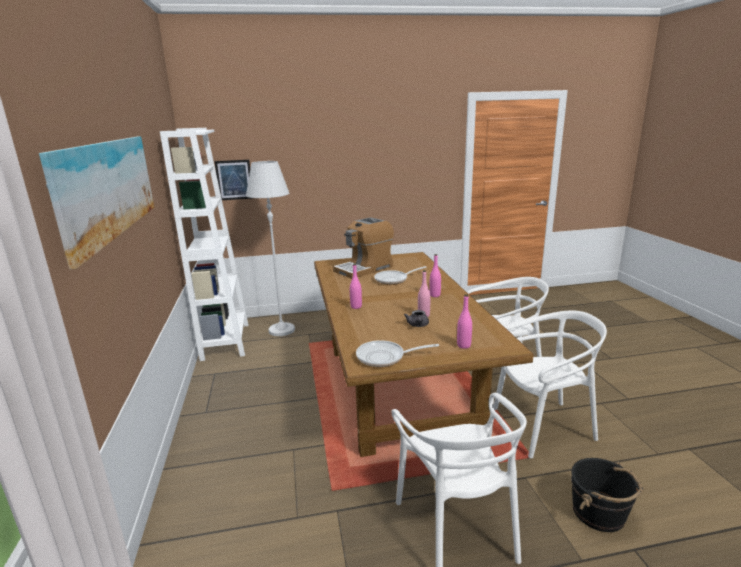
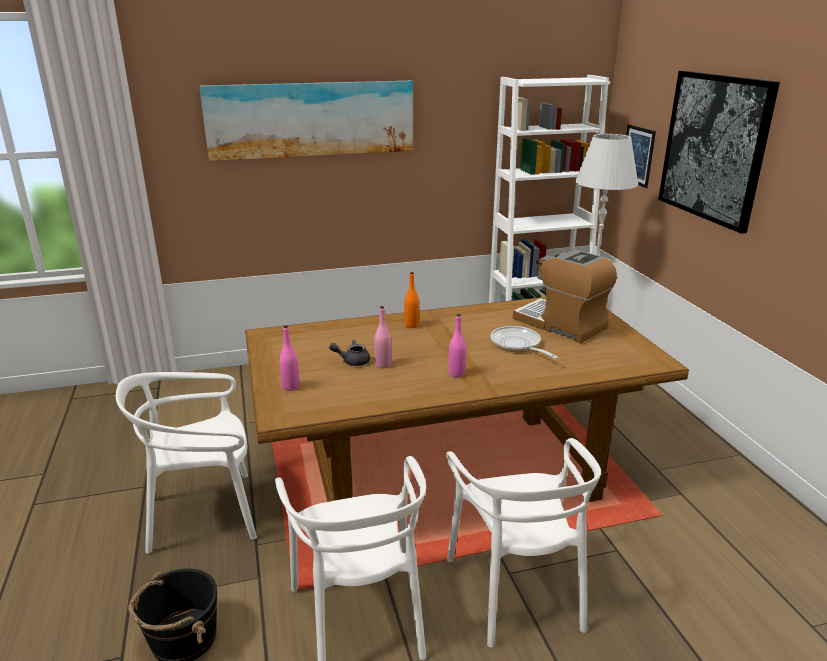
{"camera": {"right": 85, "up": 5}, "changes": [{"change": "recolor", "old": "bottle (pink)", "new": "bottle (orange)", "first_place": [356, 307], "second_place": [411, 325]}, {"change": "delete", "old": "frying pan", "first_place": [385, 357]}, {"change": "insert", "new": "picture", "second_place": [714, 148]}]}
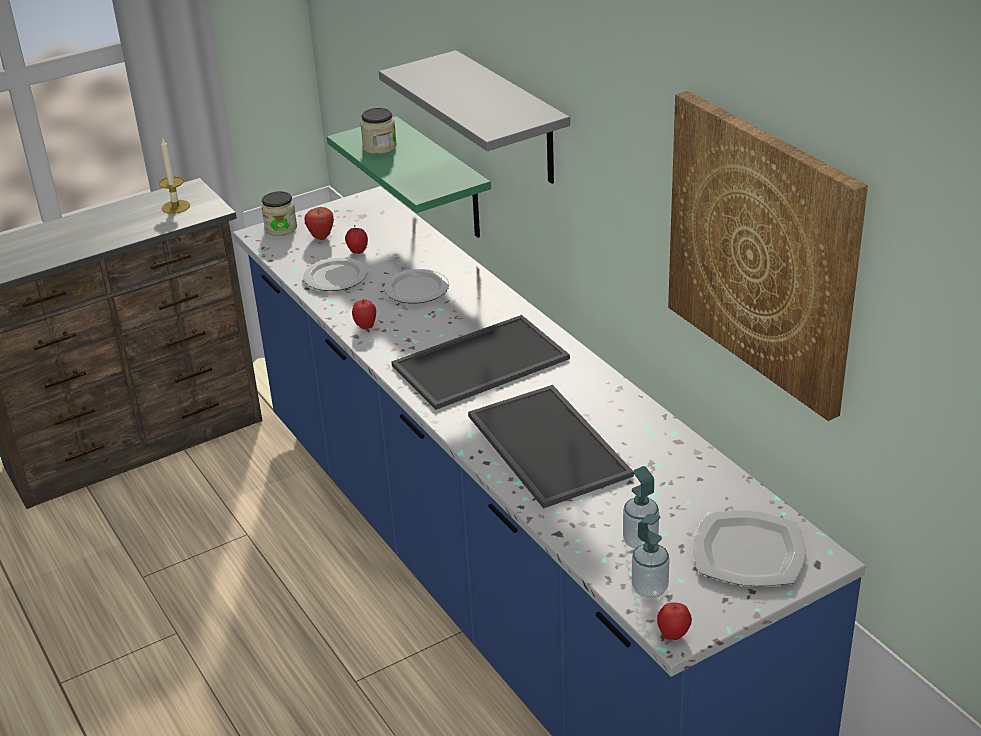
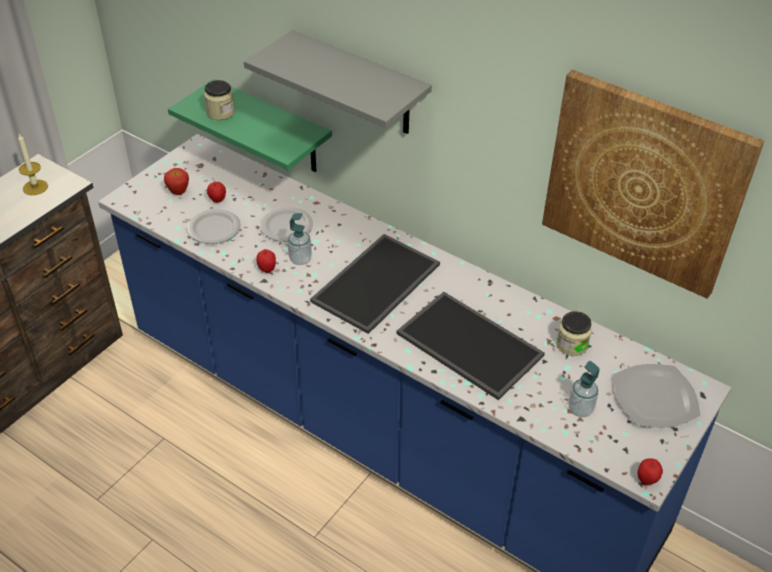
{"camera": {"right": -25, "up": 10}, "changes": [{"change": "move", "old": "jar", "first_place": [281, 228], "second_place": [571, 345]}, {"change": "move", "old": "soap dispenser", "first_place": [649, 589], "second_place": [300, 259]}]}
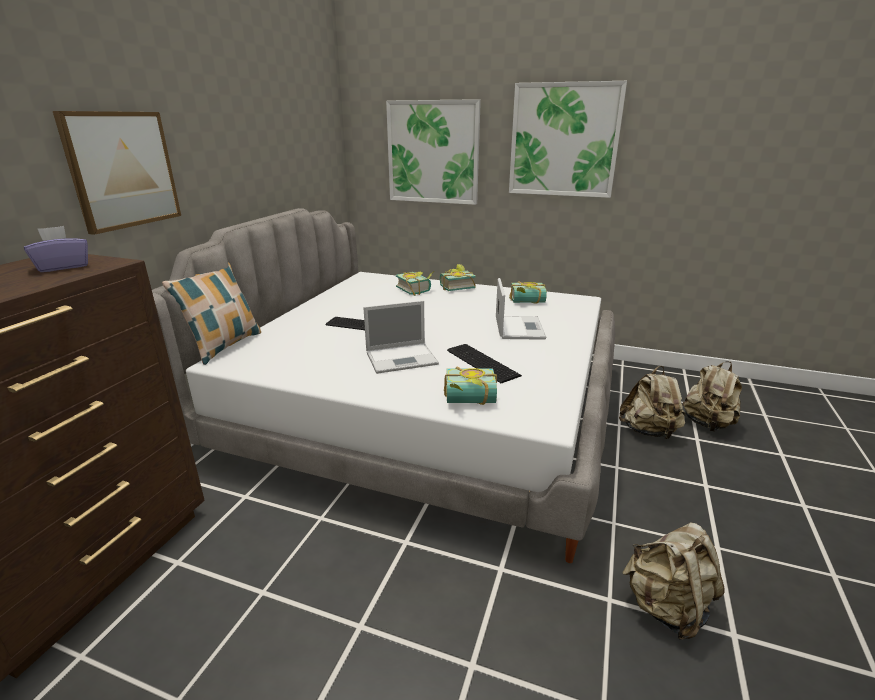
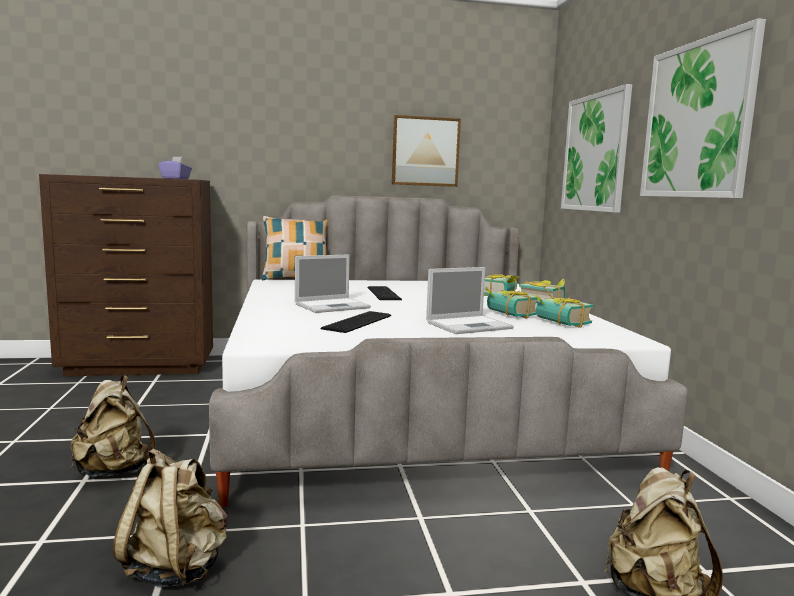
{"camera": {"right": 60, "up": -15}, "changes": [{"change": "move", "old": "picture", "first_place": [122, 170], "second_place": [425, 151]}, {"change": "rotate", "old": "laptop", "first_place": [403, 358], "second_place": [333, 306], "degrees": -75}, {"change": "move", "old": "backpack (beige)", "first_place": [649, 431], "second_place": [114, 471]}, {"change": "move", "old": "book", "first_place": [470, 401], "second_place": [508, 315]}]}
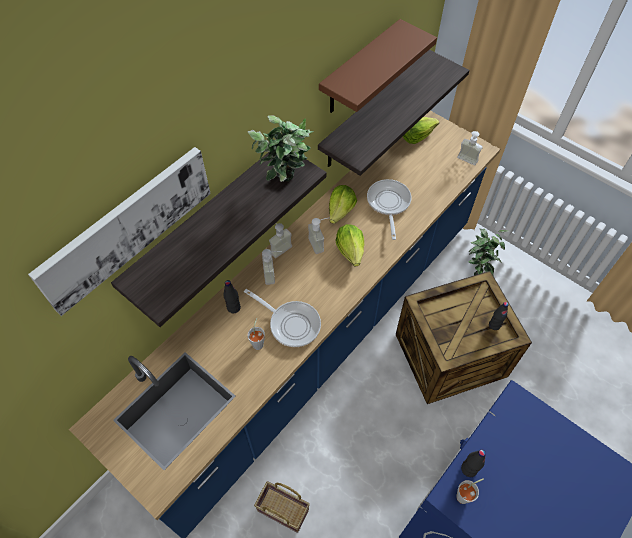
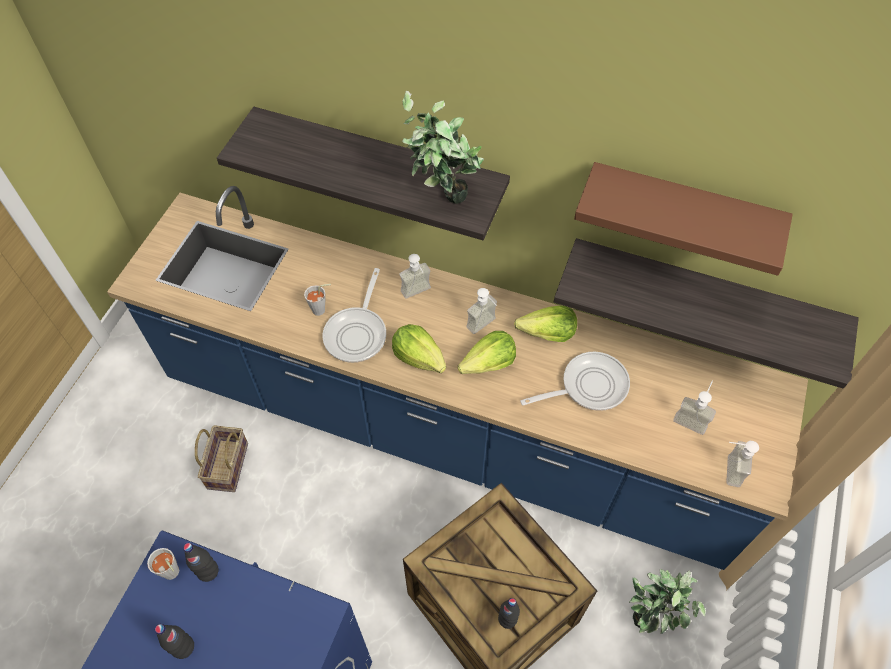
{"camera": {"right": 70, "up": 0}, "changes": [{"change": "move", "old": "lettuce", "first_place": [417, 136], "second_place": [419, 357]}, {"change": "delete", "old": "picture", "first_place": [126, 226]}, {"change": "move", "old": "soap dispenser", "first_place": [278, 247], "second_place": [692, 418]}, {"change": "move", "old": "bottle (black)", "first_place": [233, 308], "second_place": [183, 647]}]}
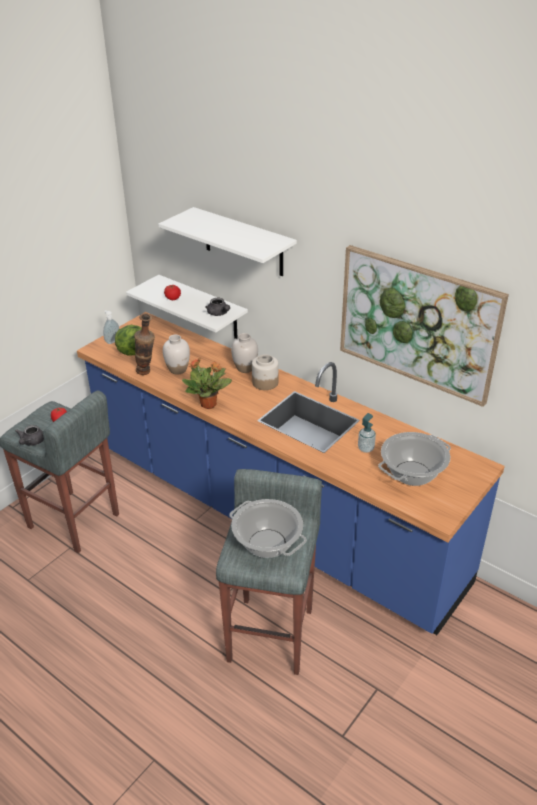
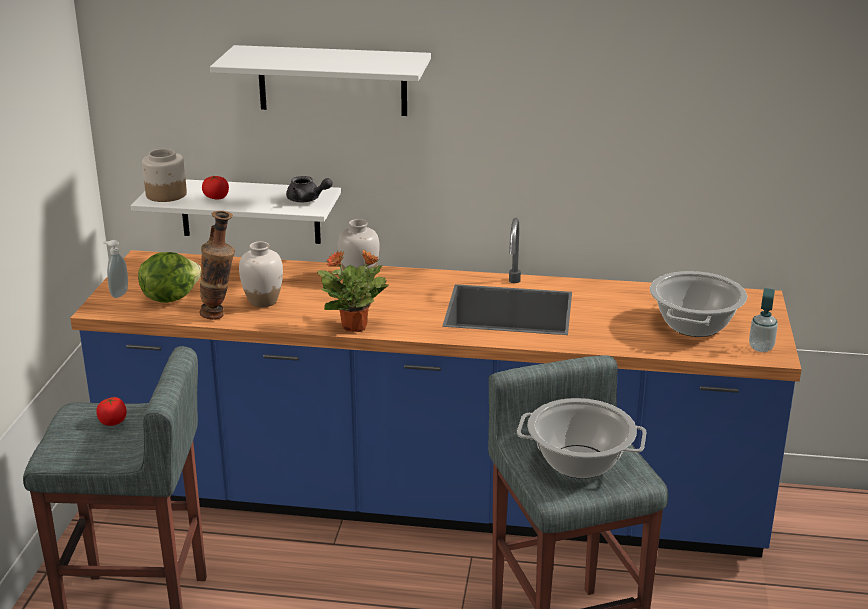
{"camera": {"right": -30, "up": -10}, "changes": [{"change": "delete", "old": "picture", "first_place": [418, 323]}, {"change": "move", "old": "jar", "first_place": [264, 382], "second_place": [165, 194]}, {"change": "move", "old": "soap dispenser", "first_place": [365, 448], "second_place": [761, 348]}, {"change": "delete", "old": "teapot (grey)", "first_place": [31, 442]}]}
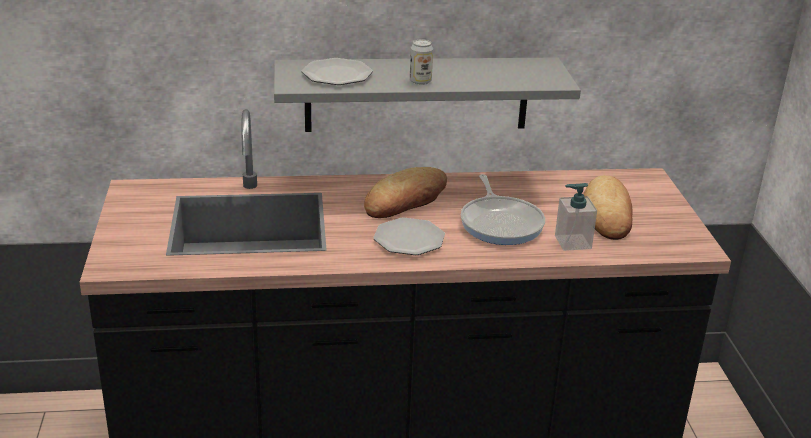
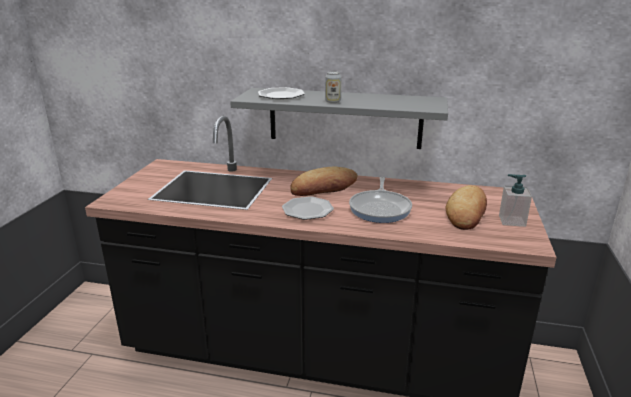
{"camera": {"right": 20, "up": -5}, "changes": [{"change": "move", "old": "soap dispenser", "first_place": [572, 242], "second_place": [511, 221]}]}
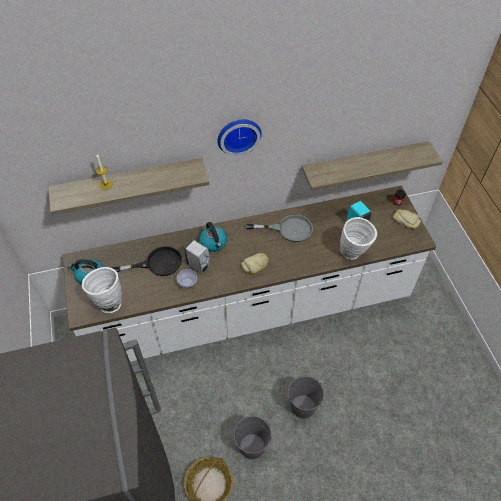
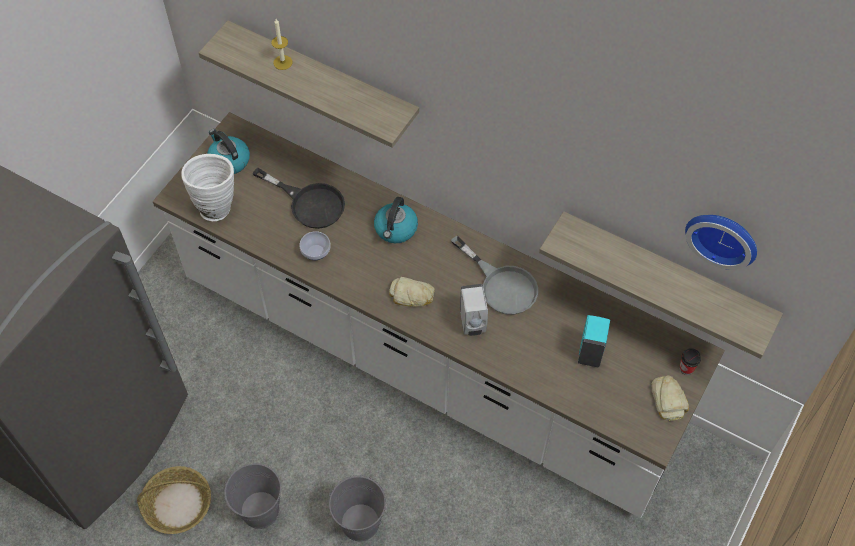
{"camera": {"right": 45, "up": 5}, "changes": [{"change": "move", "old": "wall clock", "first_place": [238, 134], "second_place": [723, 236]}, {"change": "delete", "old": "vase (white)", "first_place": [354, 254]}, {"change": "move", "old": "soap dispenser (white)", "first_place": [199, 266], "second_place": [472, 323]}]}
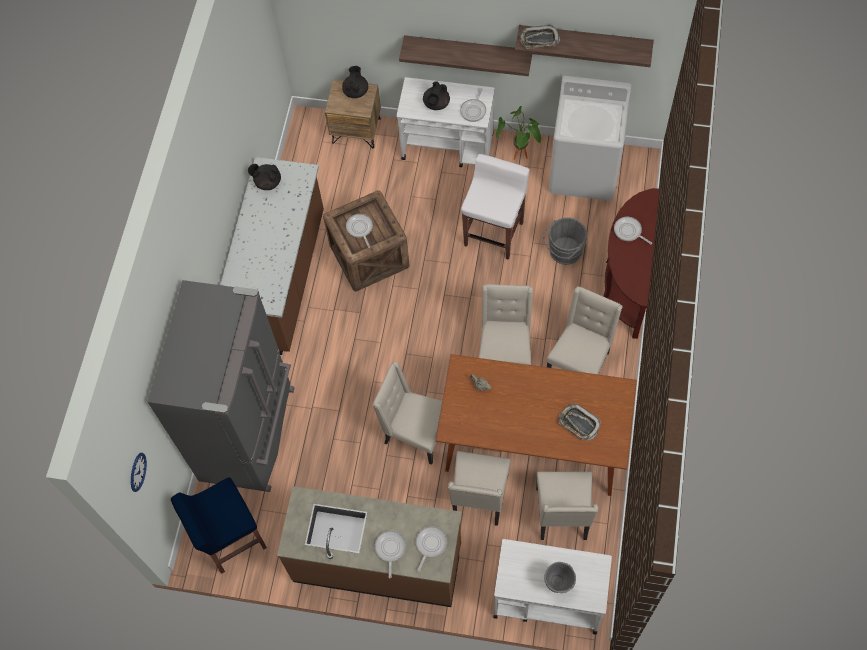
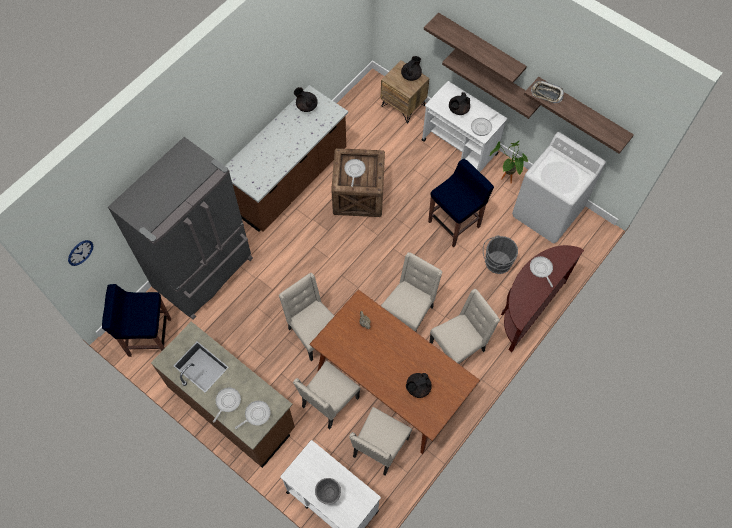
{"camera": {"right": 25, "up": 0}, "changes": [{"change": "recolor", "old": "stool (white)", "new": "stool (blue)", "first_place": [494, 233], "second_place": [455, 223]}, {"change": "replace", "old": "tray", "new": "teapot (black)", "first_place": [578, 423], "second_place": [417, 388]}, {"change": "insert", "new": "shelf", "second_place": [480, 46]}]}
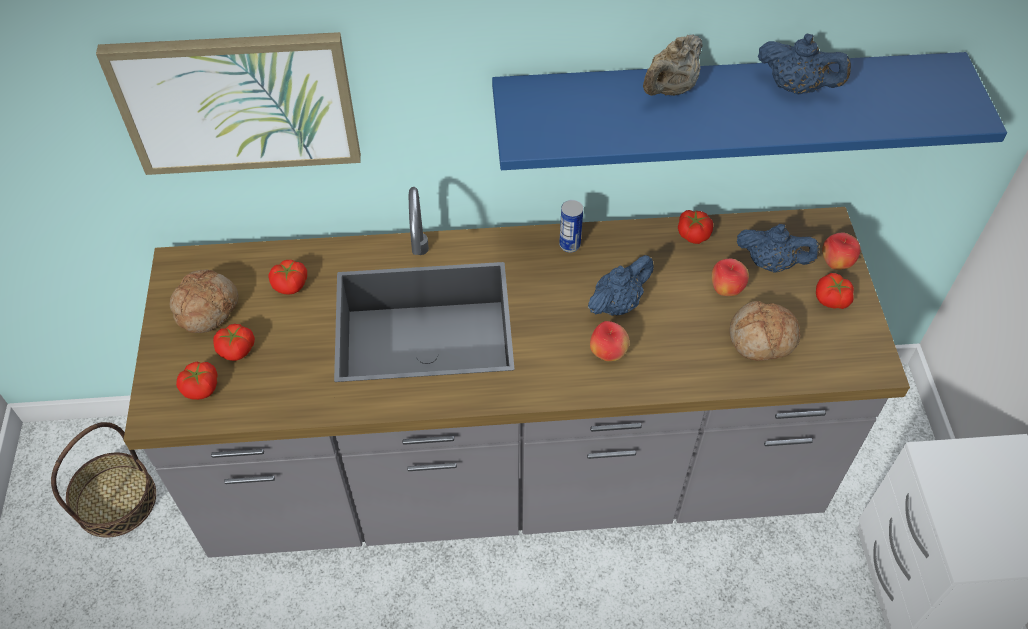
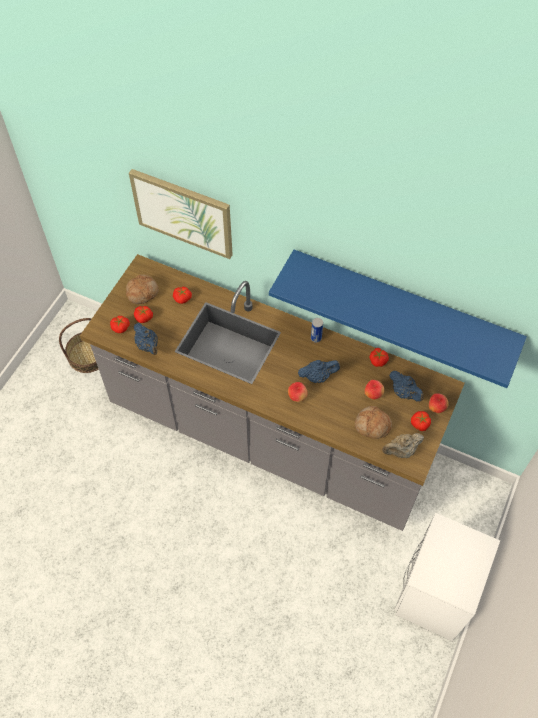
{"camera": {"right": 30, "up": 5}, "changes": [{"change": "move", "old": "teapot (beige)", "first_place": [670, 89], "second_place": [401, 451]}, {"change": "move", "old": "teapot (blue)", "first_place": [796, 88], "second_place": [148, 346]}]}
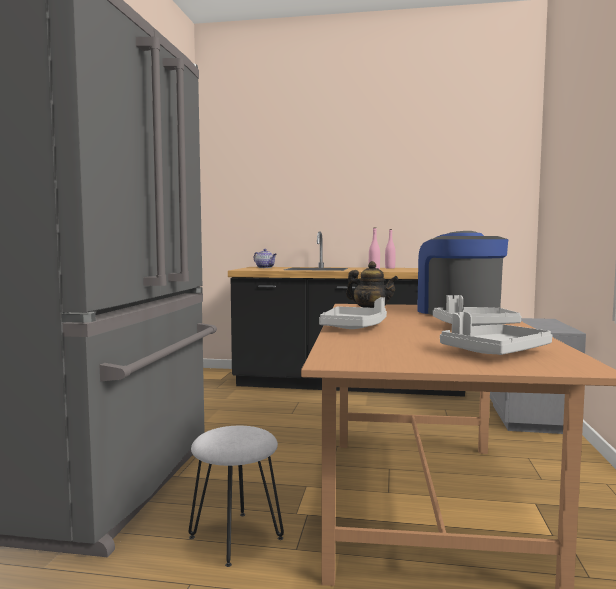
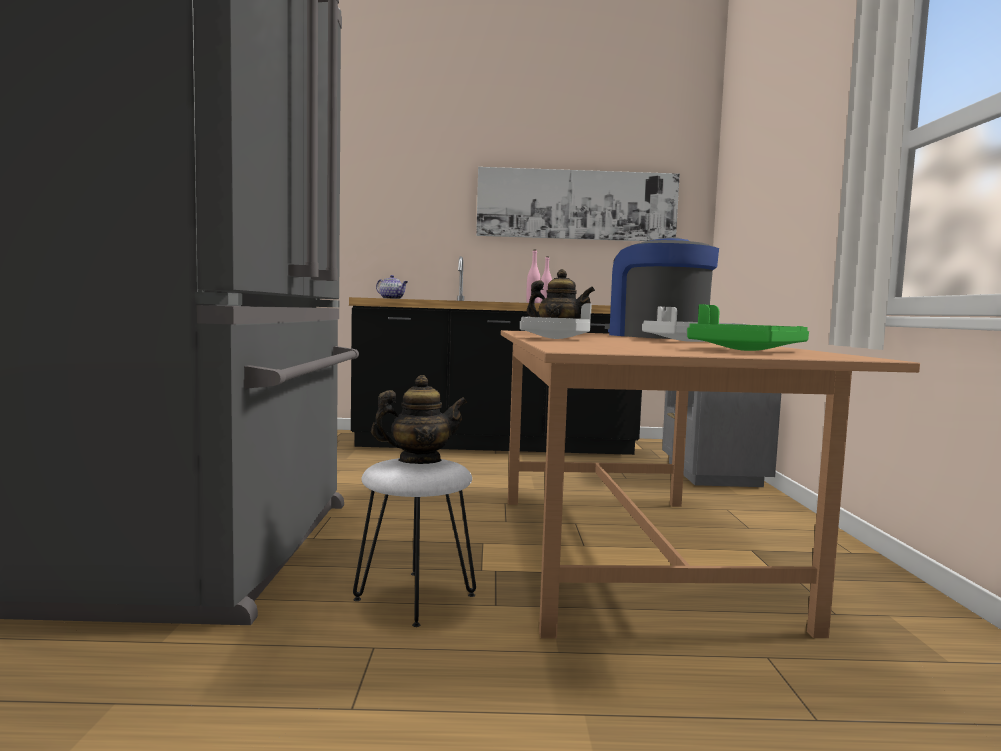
{"camera": {"right": -10, "up": 0}, "changes": [{"change": "recolor", "old": "tray (grey)", "new": "tray (green)", "first_place": [494, 352], "second_place": [747, 350]}, {"change": "insert", "new": "picture", "second_place": [577, 205]}, {"change": "insert", "new": "teapot", "second_place": [419, 461]}]}
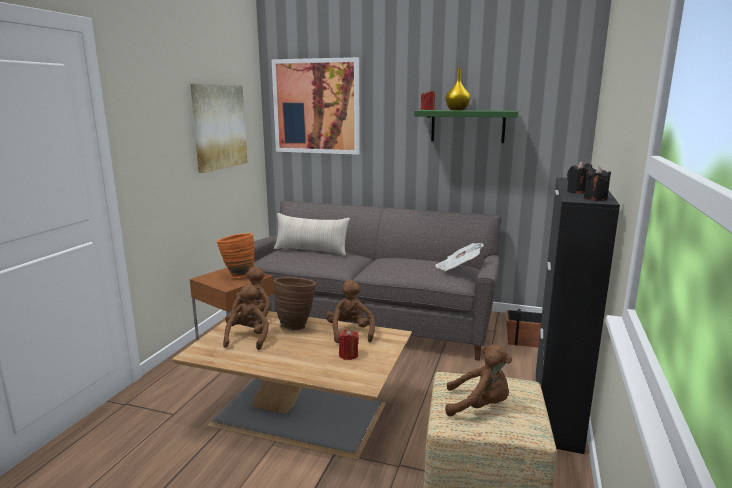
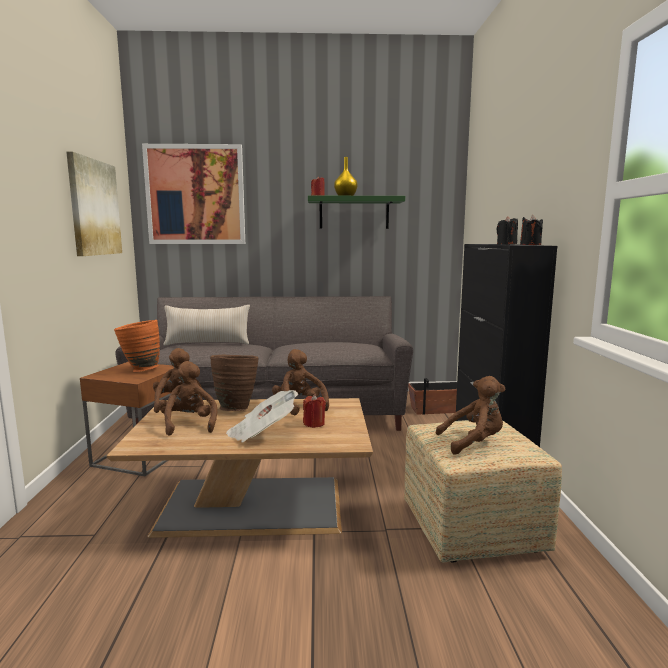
{"camera": {"right": -20, "up": -5}, "changes": [{"change": "move", "old": "newspaper", "first_place": [457, 268], "second_place": [262, 433]}]}
